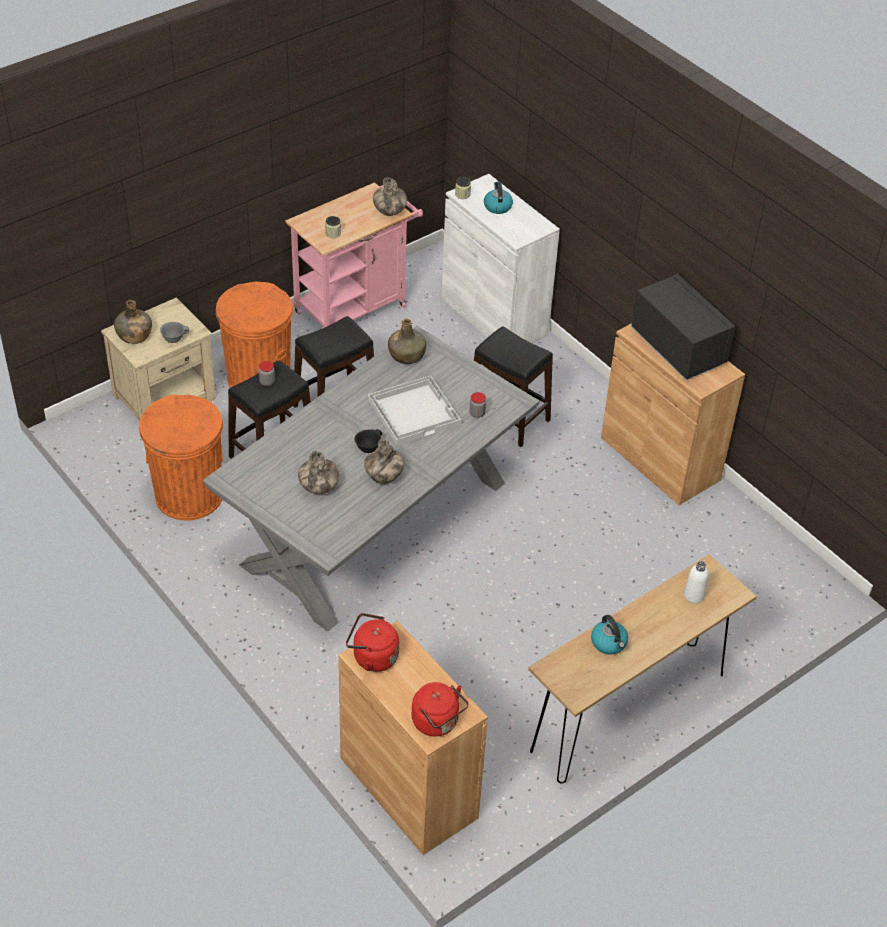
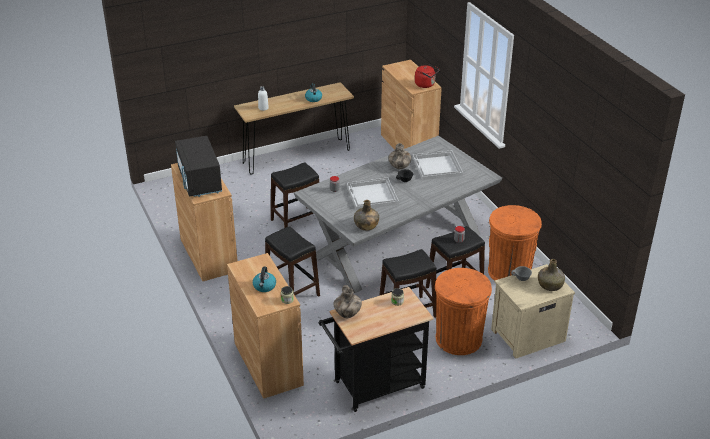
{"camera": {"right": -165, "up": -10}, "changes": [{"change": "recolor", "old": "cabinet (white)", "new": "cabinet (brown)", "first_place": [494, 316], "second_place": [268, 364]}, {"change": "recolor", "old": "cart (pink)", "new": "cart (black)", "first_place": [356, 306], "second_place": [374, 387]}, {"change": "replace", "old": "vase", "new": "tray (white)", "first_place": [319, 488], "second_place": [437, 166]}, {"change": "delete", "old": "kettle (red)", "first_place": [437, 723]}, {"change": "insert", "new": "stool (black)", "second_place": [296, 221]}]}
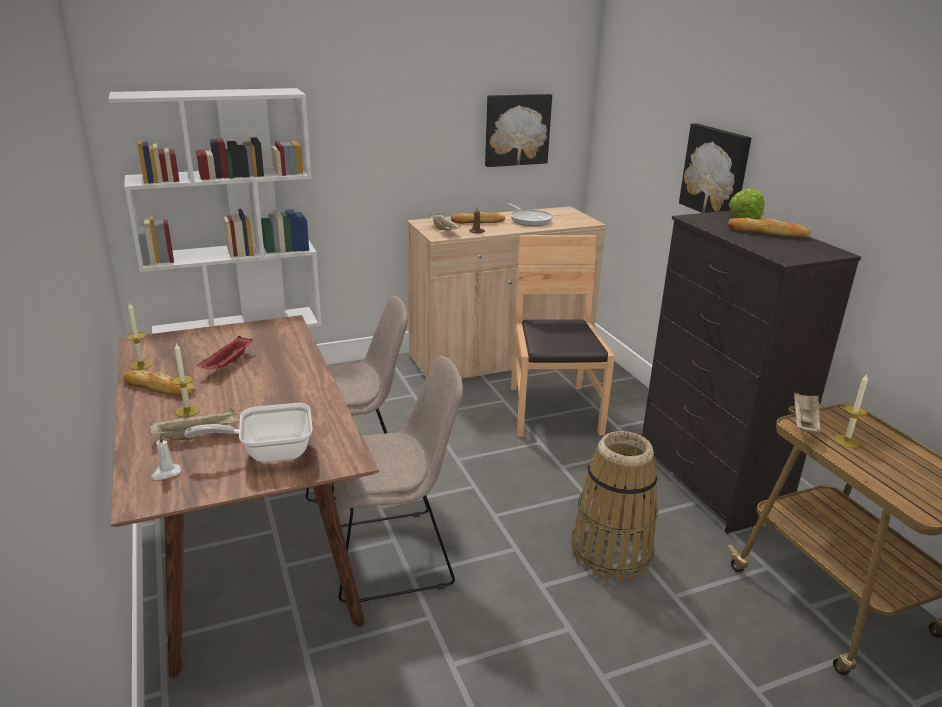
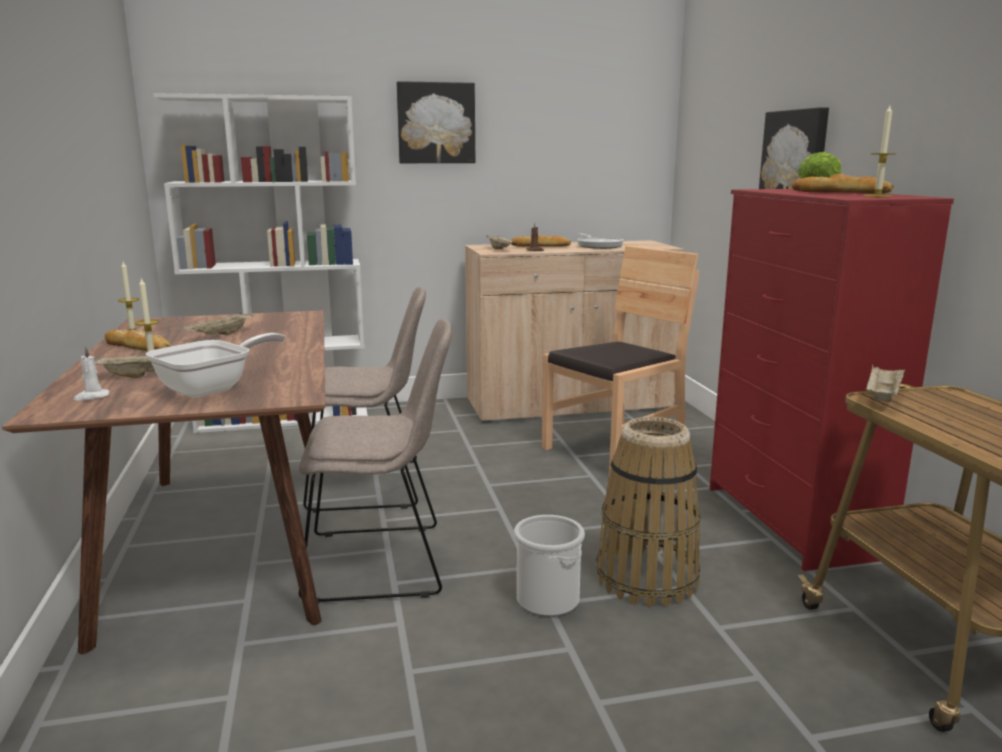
{"camera": {"right": 10, "up": -10}, "changes": [{"change": "move", "old": "picture", "first_place": [516, 129], "second_place": [436, 123]}, {"change": "recolor", "old": "dresser (black)", "new": "dresser (red)", "first_place": [709, 483], "second_place": [792, 522]}, {"change": "rotate", "old": "chair (brown)", "first_place": [553, 410], "second_place": [615, 449], "degrees": 45}, {"change": "recolor", "old": "tray (red)", "new": "tray (beige)", "first_place": [228, 364], "second_place": [220, 335]}, {"change": "move", "old": "candle", "first_place": [846, 441], "second_place": [877, 196]}, {"change": "rotate", "old": "frying pan", "first_place": [269, 452], "second_place": [213, 388], "degrees": 135}, {"change": "insert", "new": "bucket", "second_place": [548, 600]}]}
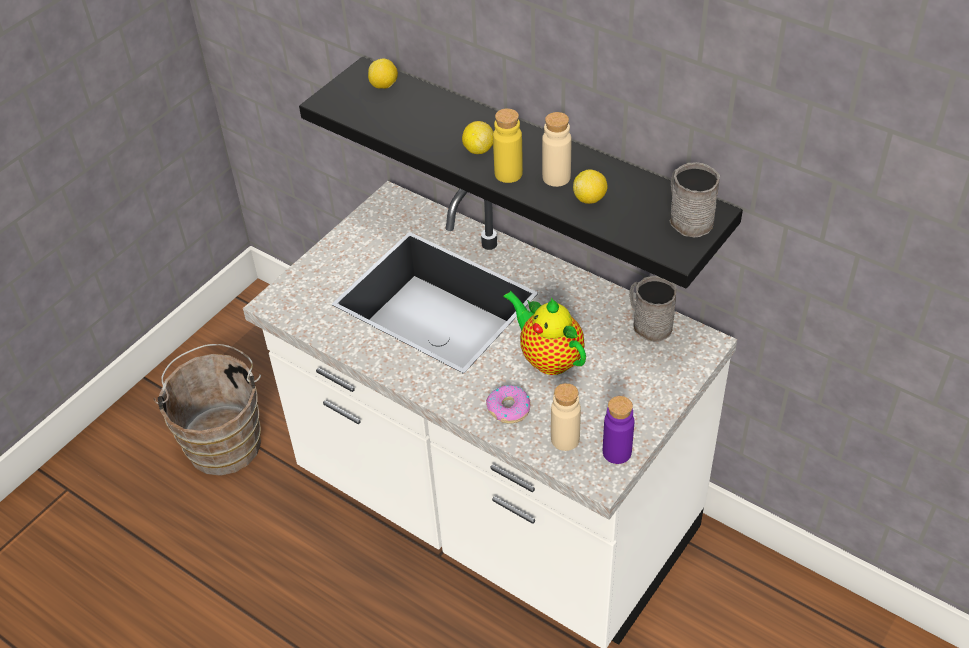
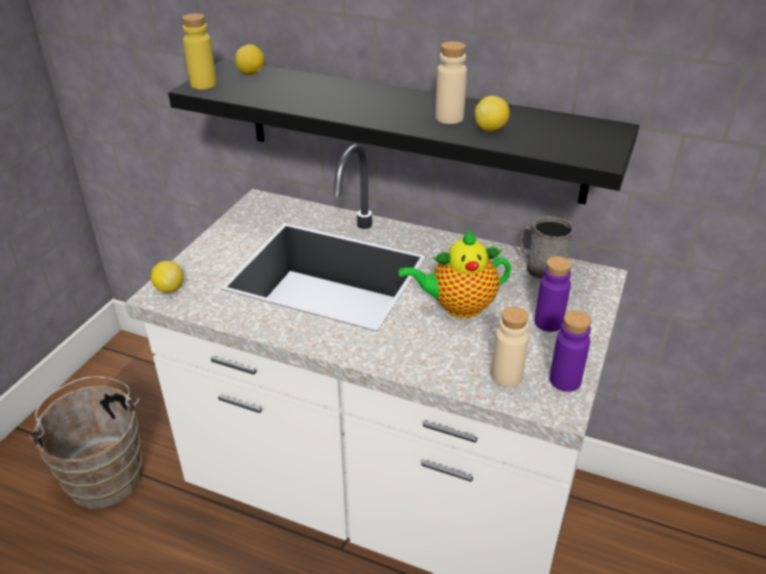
{"camera": {"right": -15, "up": -10}, "changes": [{"change": "move", "old": "bottle (yellow)", "first_place": [508, 174], "second_place": [203, 84]}, {"change": "move", "old": "lemon", "first_place": [478, 149], "second_place": [169, 288]}, {"change": "delete", "old": "mug (grey)", "first_place": [687, 218]}, {"change": "rotate", "old": "teapot", "first_place": [548, 358], "second_place": [458, 307], "degrees": -45}, {"change": "delete", "old": "donut", "first_place": [508, 408]}, {"change": "insert", "new": "bottle (purple)", "second_place": [548, 322]}]}
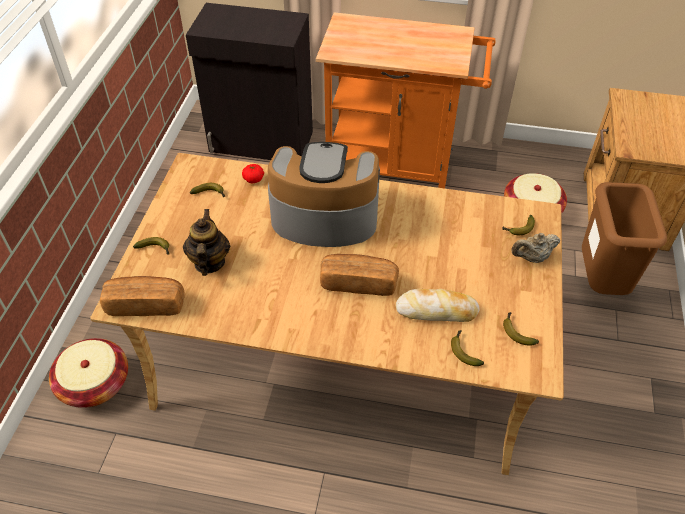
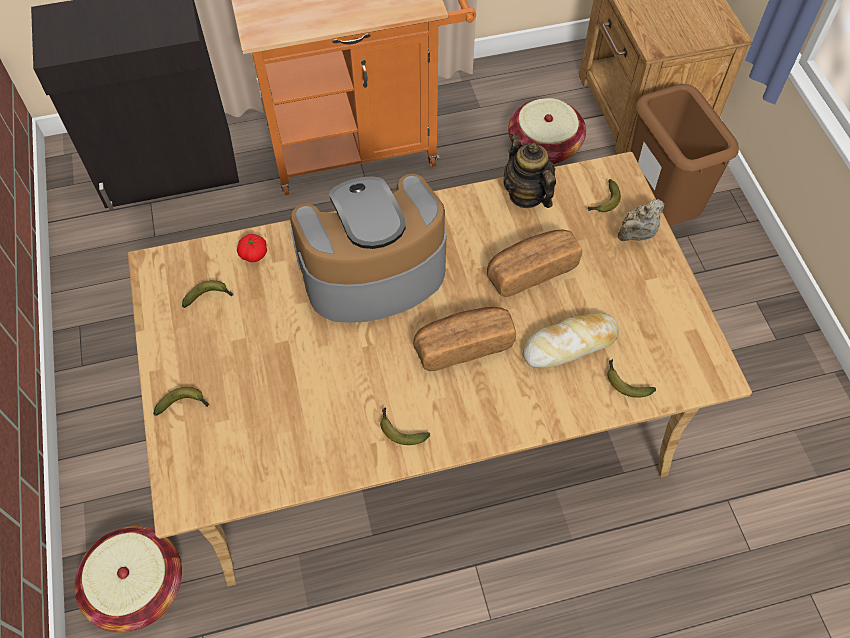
{"camera": {"right": -25, "up": 10}, "changes": [{"change": "move", "old": "teapot", "first_place": [209, 262], "second_place": [526, 194]}, {"change": "move", "old": "bread", "first_place": [146, 304], "second_place": [531, 270]}, {"change": "move", "old": "banana", "first_place": [516, 332], "second_place": [400, 430]}]}
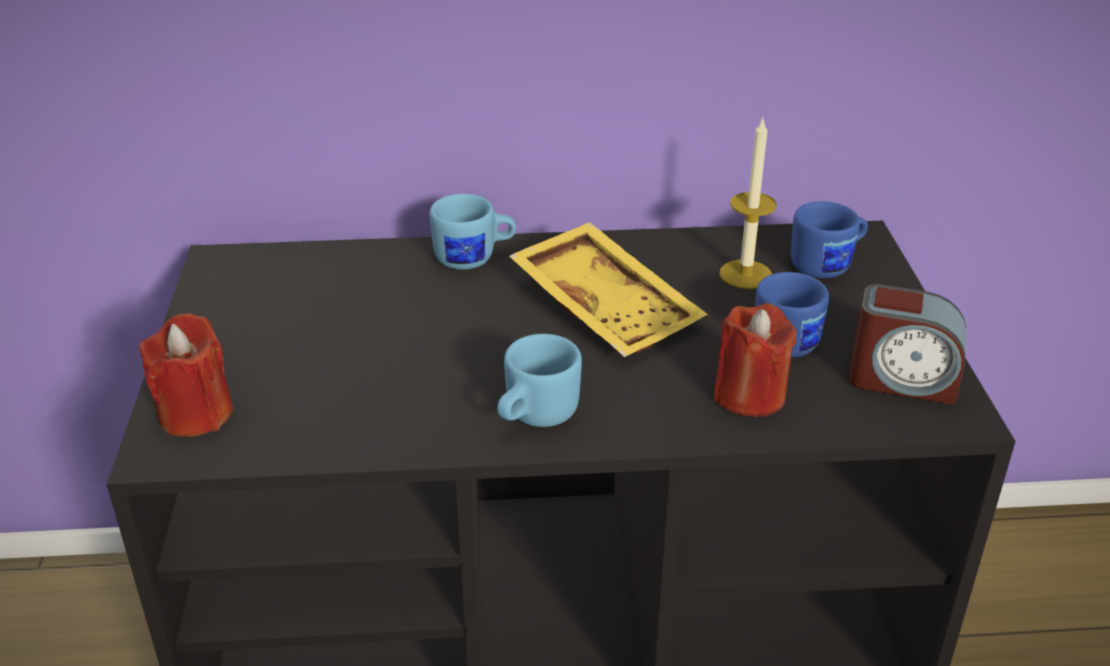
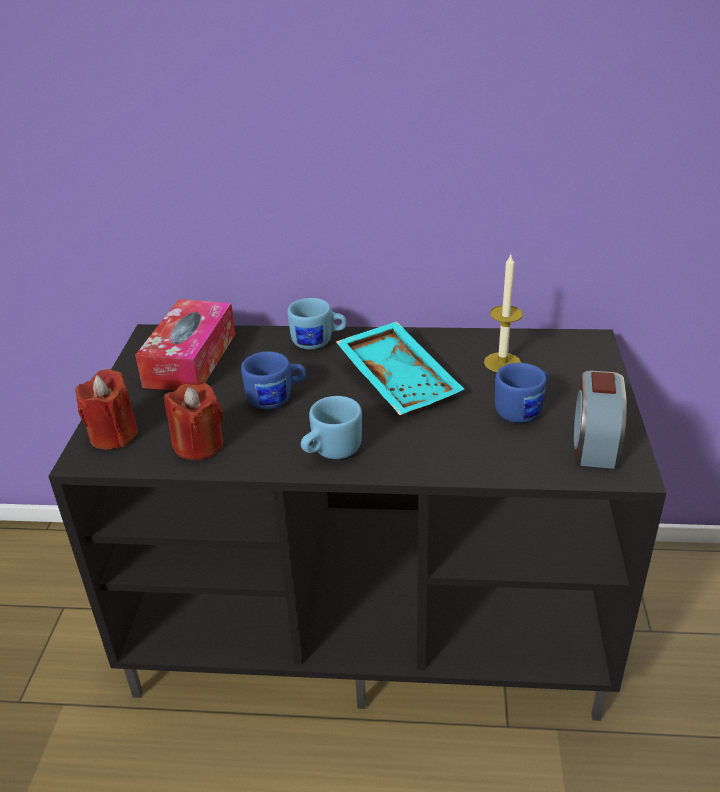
{"camera": {"right": 10, "up": 0}, "changes": [{"change": "move", "old": "mug (blue)", "first_place": [828, 265], "second_place": [277, 398]}, {"change": "recolor", "old": "tray (yellow)", "new": "tray (turquoise)", "first_place": [608, 307], "second_place": [400, 380]}, {"change": "rotate", "old": "alarm clock", "first_place": [902, 379], "second_place": [594, 443], "degrees": 75}, {"change": "move", "old": "candle (red)", "first_place": [749, 395], "second_place": [199, 445]}, {"change": "insert", "new": "tissue box", "second_place": [191, 359]}]}
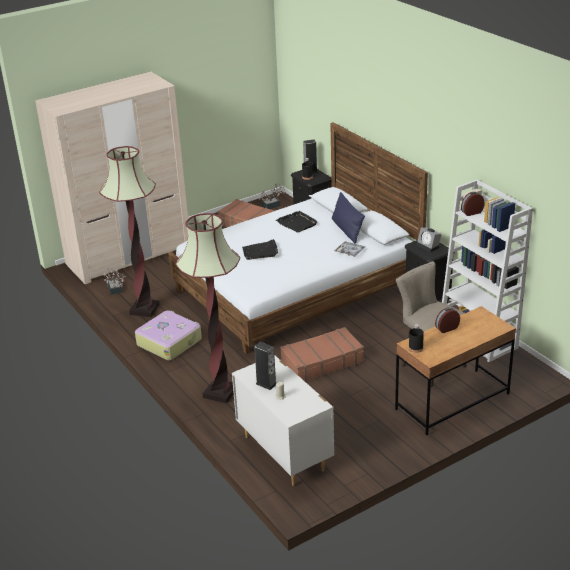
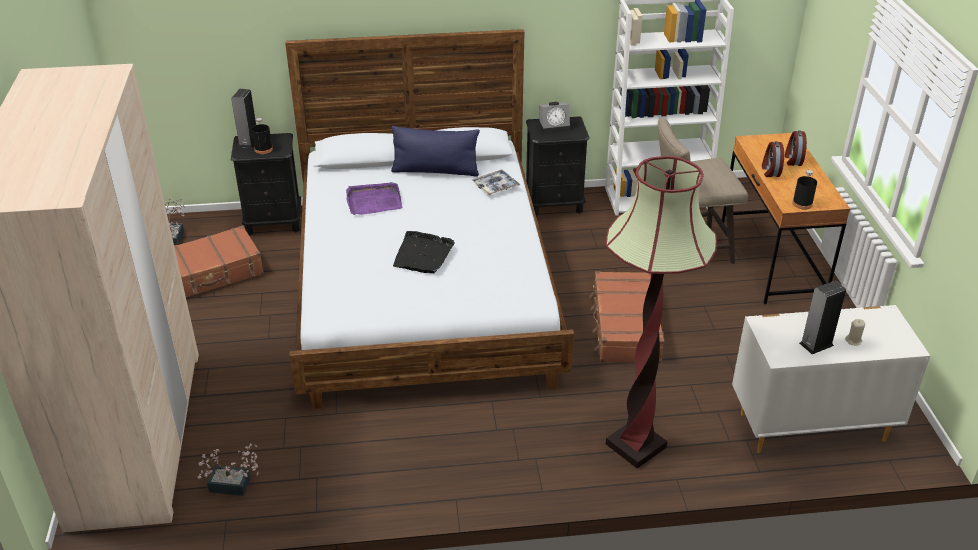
{"camera": {"right": -65, "up": 5}, "changes": [{"change": "delete", "old": "floor lamp", "first_place": [144, 309]}, {"change": "move", "old": "alarm clock", "first_place": [471, 212], "second_place": [793, 160]}, {"change": "recolor", "old": "tray (black)", "new": "tray (purple)", "first_place": [297, 223], "second_place": [373, 201]}, {"change": "delete", "old": "suitcase", "first_place": [169, 342]}]}
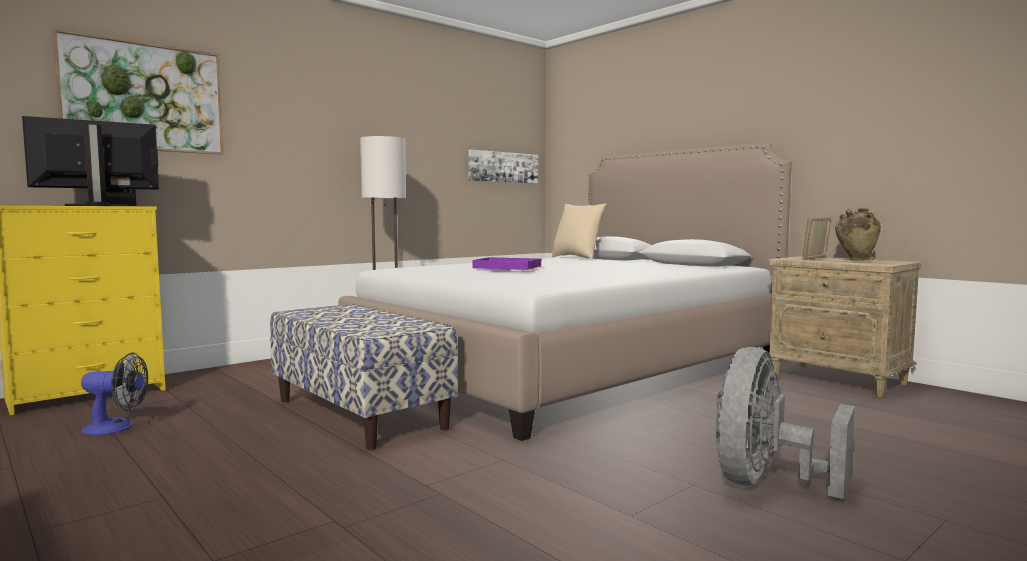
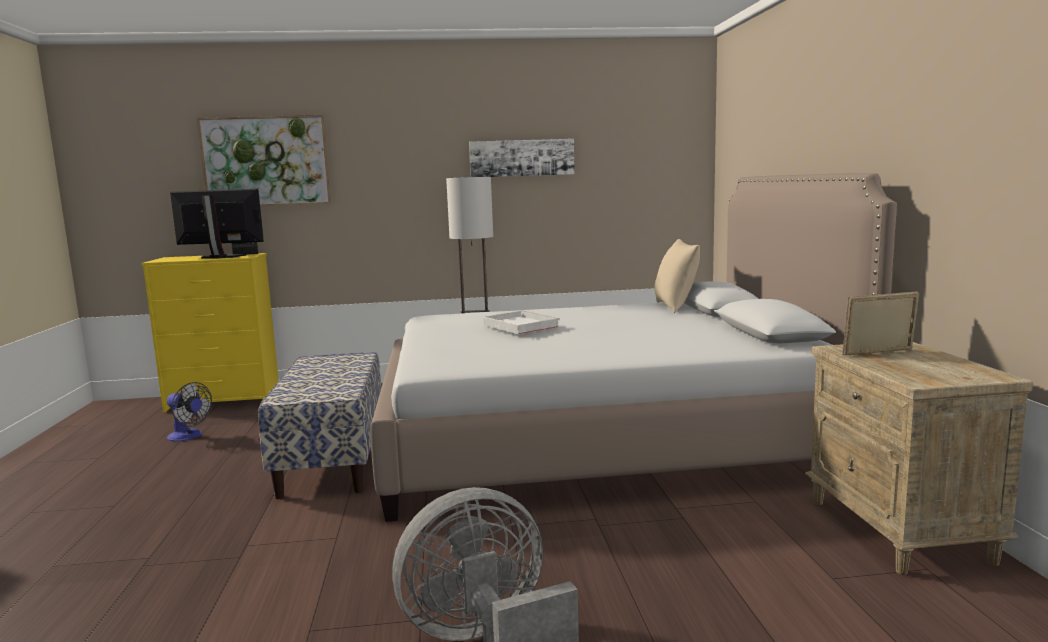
{"camera": {"right": 35, "up": 5}, "changes": [{"change": "move", "old": "picture", "first_place": [503, 167], "second_place": [521, 158]}, {"change": "delete", "old": "vase (beige)", "first_place": [856, 260]}, {"change": "recolor", "old": "tray (purple)", "new": "tray (white)", "first_place": [506, 267], "second_place": [519, 325]}]}
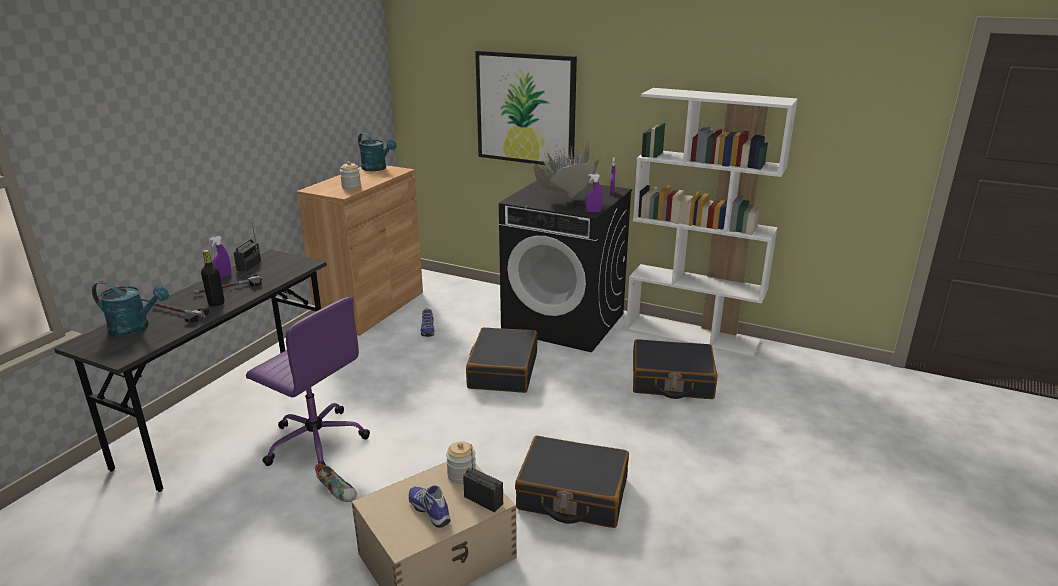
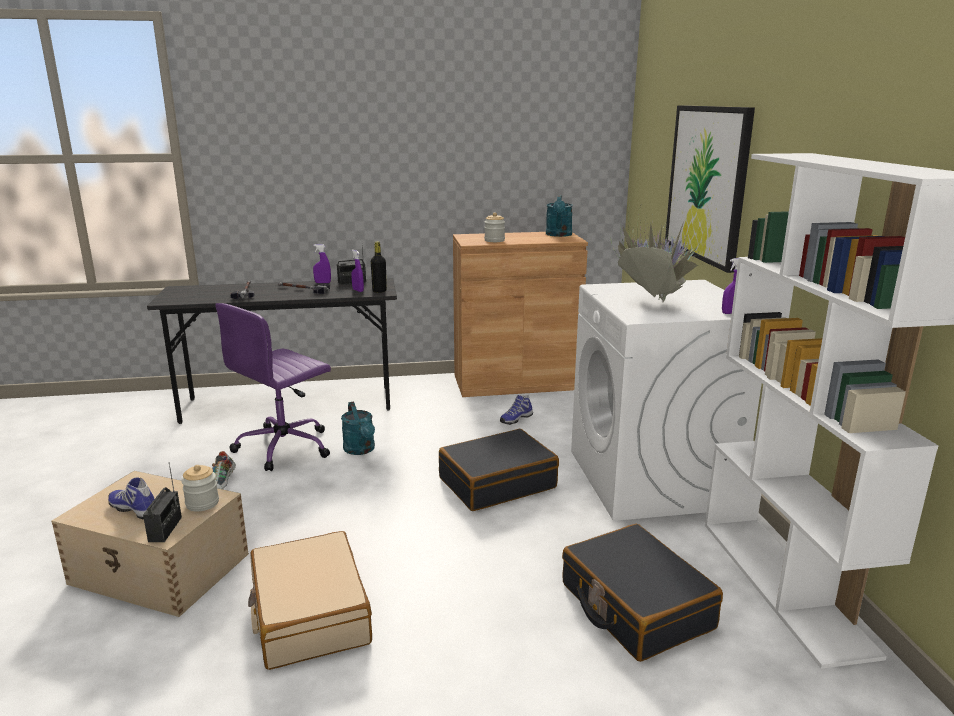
{"camera": {"right": 55, "up": -5}, "changes": [{"change": "move", "old": "spray bottle (purple)", "first_place": [593, 211], "second_place": [358, 290]}, {"change": "recolor", "old": "washing machine (black)", "new": "washing machine (white)", "first_place": [564, 322], "second_place": [652, 479]}, {"change": "move", "old": "bottle (black)", "first_place": [216, 303], "second_place": [379, 291]}, {"change": "move", "old": "watering can (turquoise)", "first_place": [135, 328], "second_place": [361, 450]}, {"change": "rotate", "old": "office chair (purple)", "first_place": [315, 441], "second_place": [285, 447], "degrees": 45}, {"change": "recolor", "old": "suitcase (black)", "new": "suitcase (beige)", "first_place": [572, 494], "second_place": [309, 614]}, {"change": "rotate", "old": "shoe", "first_place": [430, 510], "second_place": [135, 509], "degrees": -75}]}
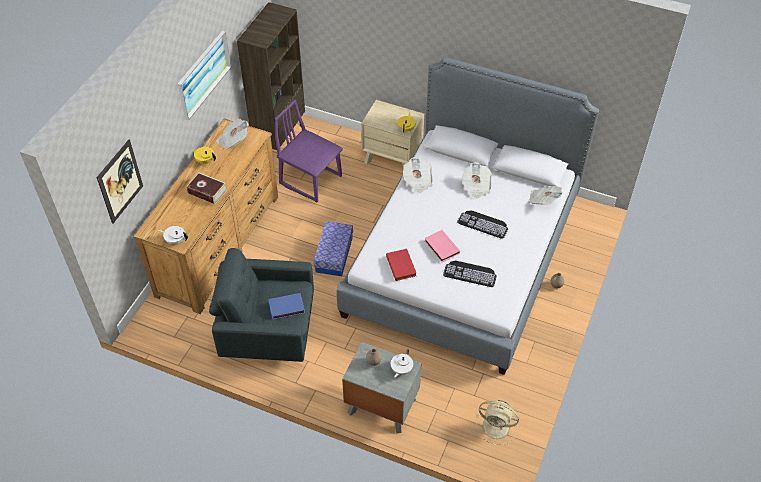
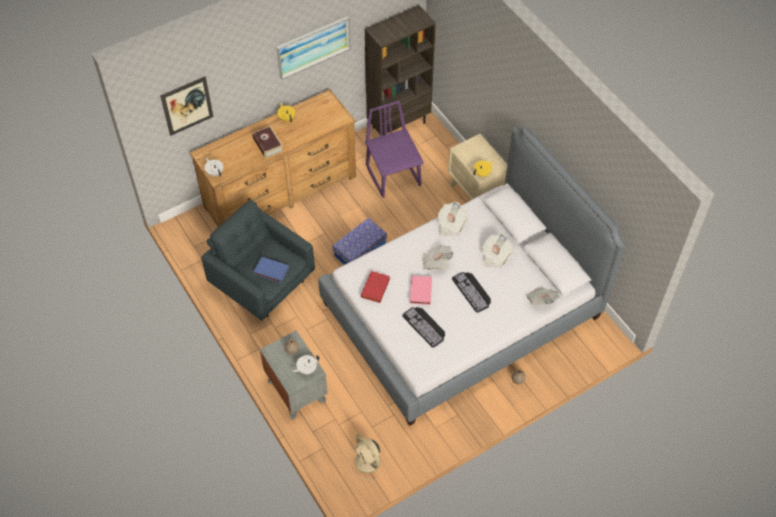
{"camera": {"right": 35, "up": 5}, "changes": [{"change": "move", "old": "newspaper", "first_place": [233, 140], "second_place": [436, 262]}]}
